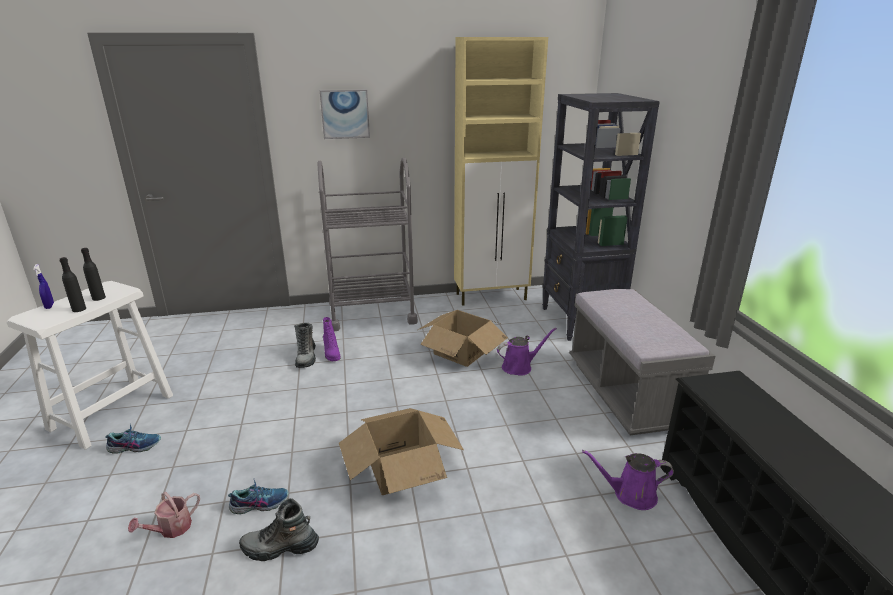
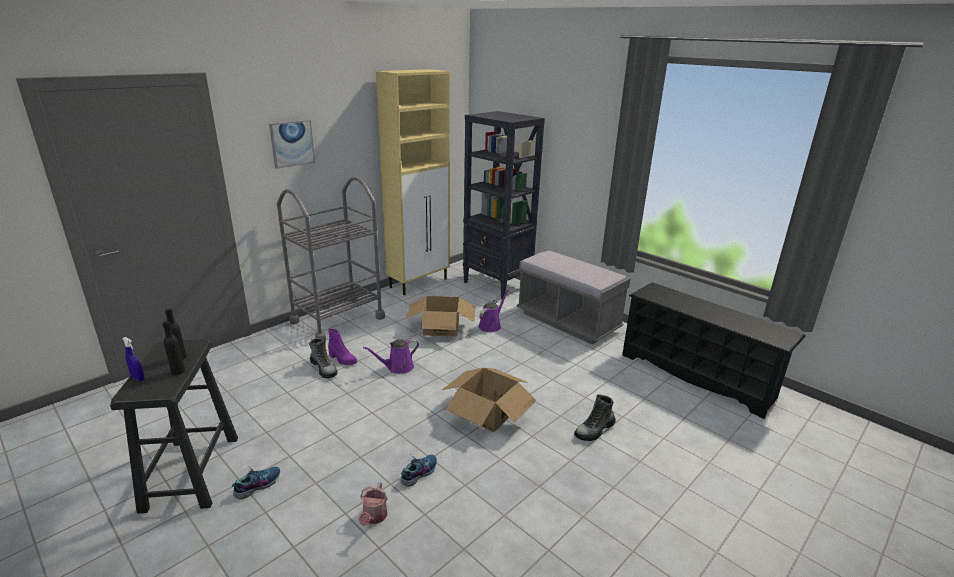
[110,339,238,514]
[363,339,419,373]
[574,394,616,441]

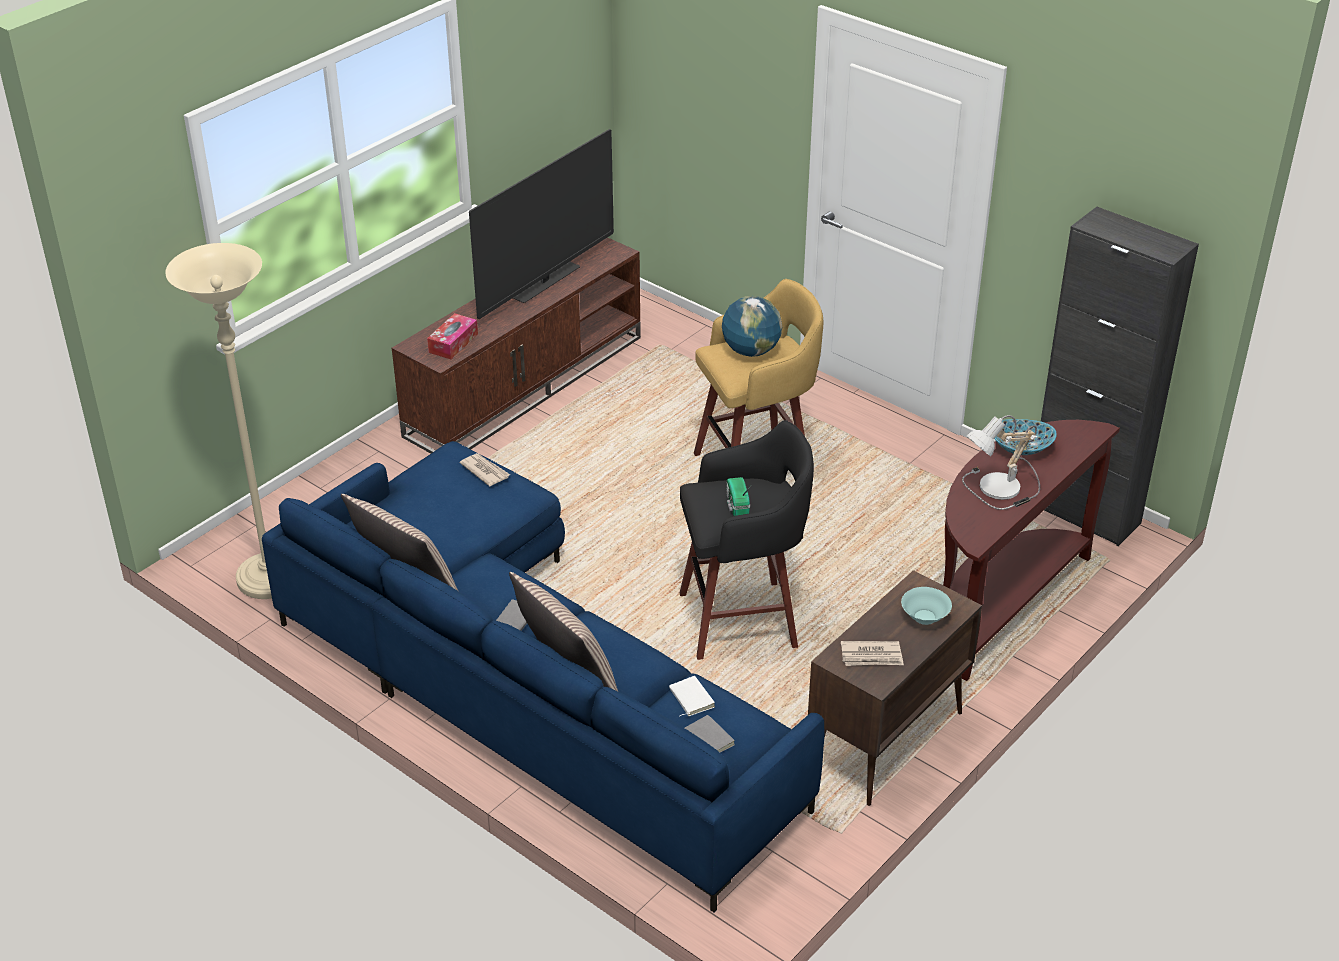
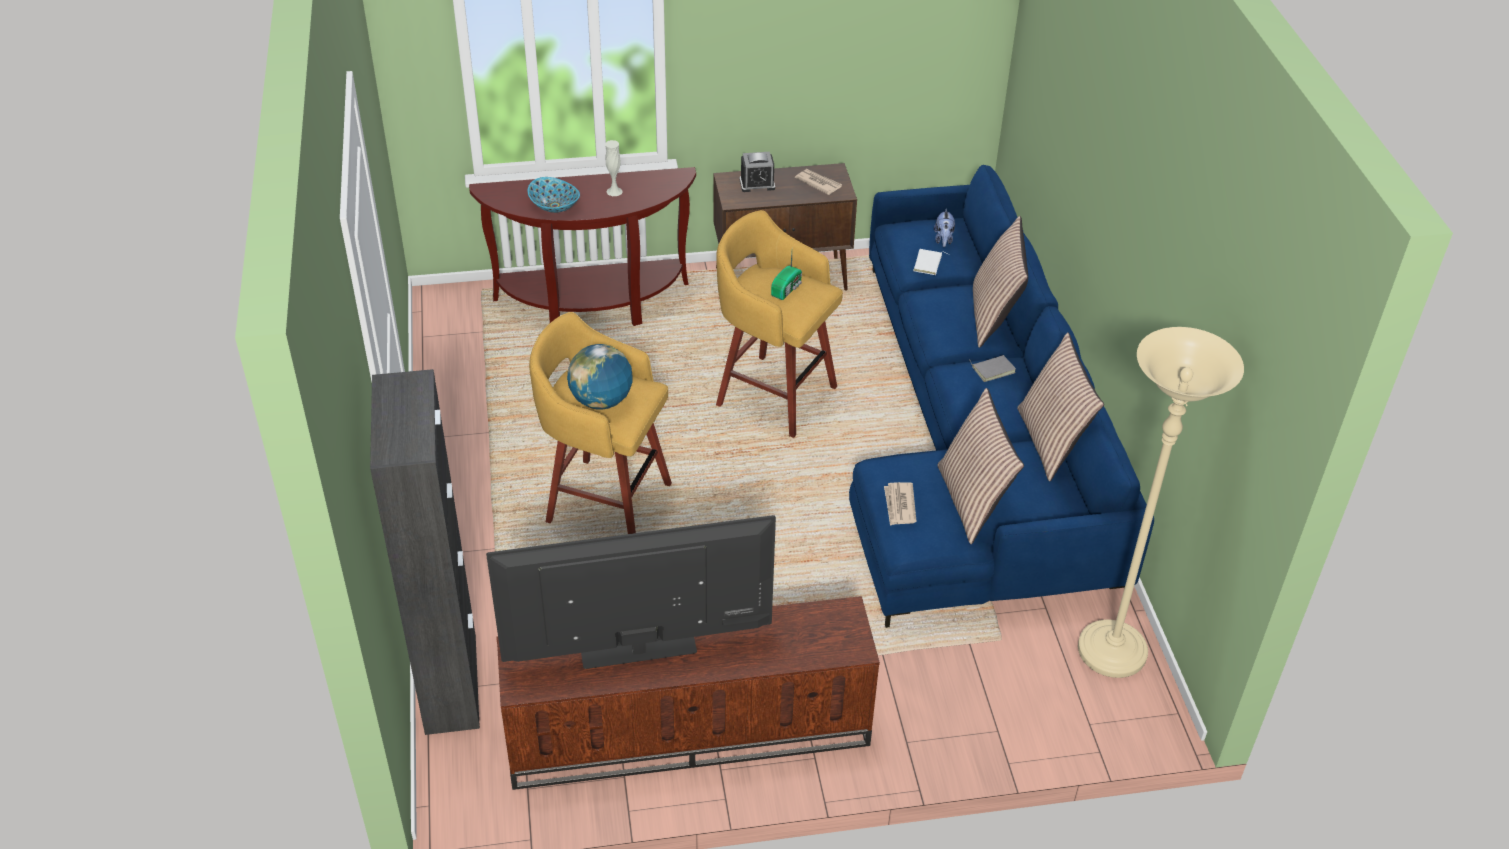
[370,369,480,735]
[605,140,623,196]
[716,210,843,438]
[739,152,775,192]
[934,209,955,247]
[937,388,1024,544]
[427,313,478,359] (first image)

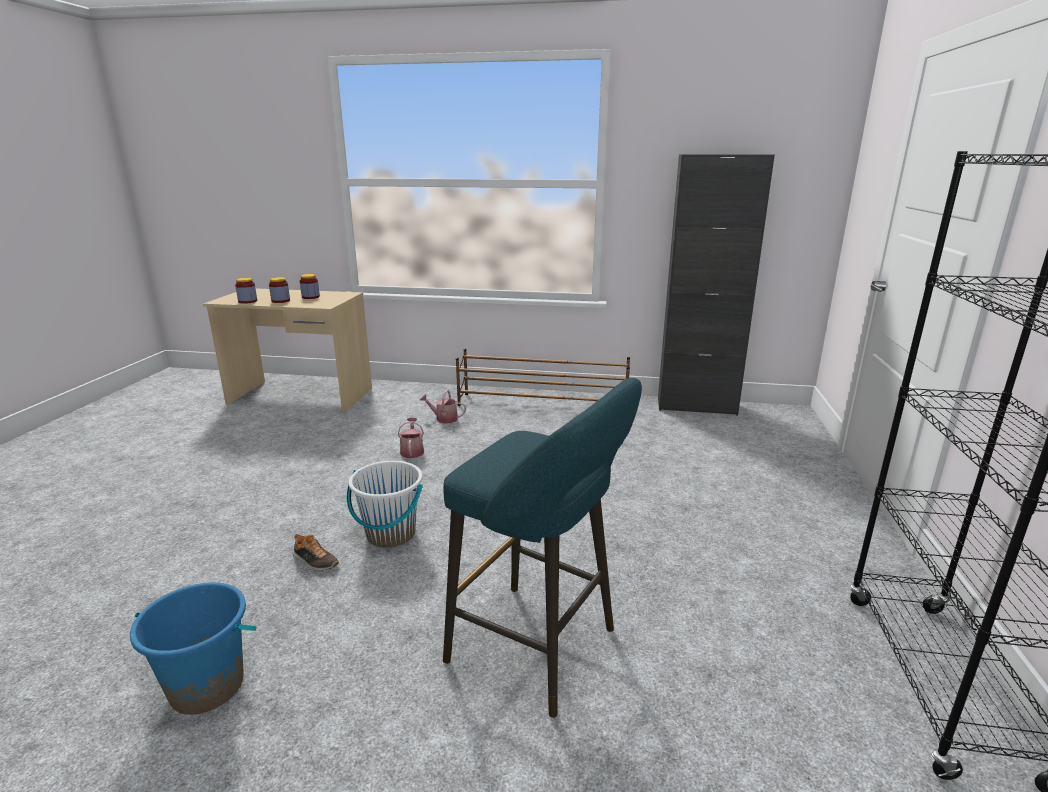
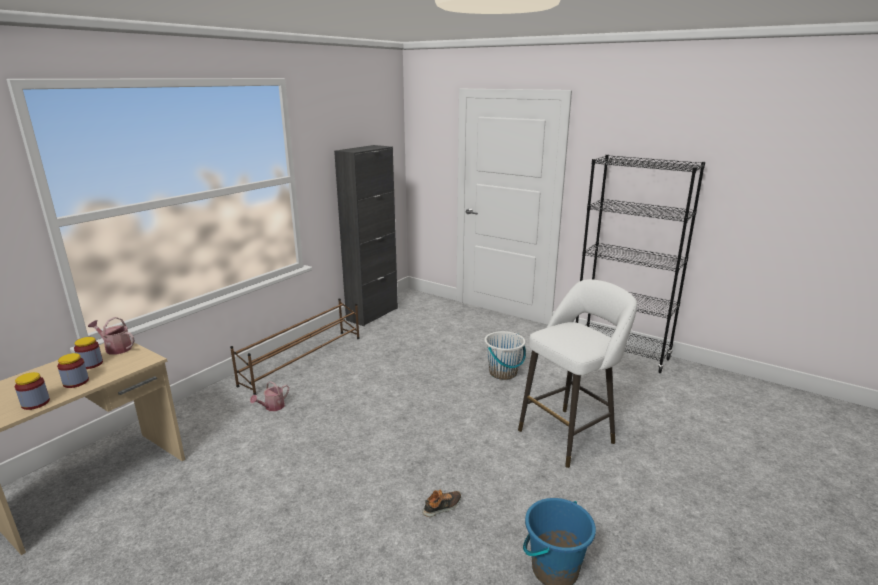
[88,317,135,355]
[484,331,526,380]
[518,279,637,468]

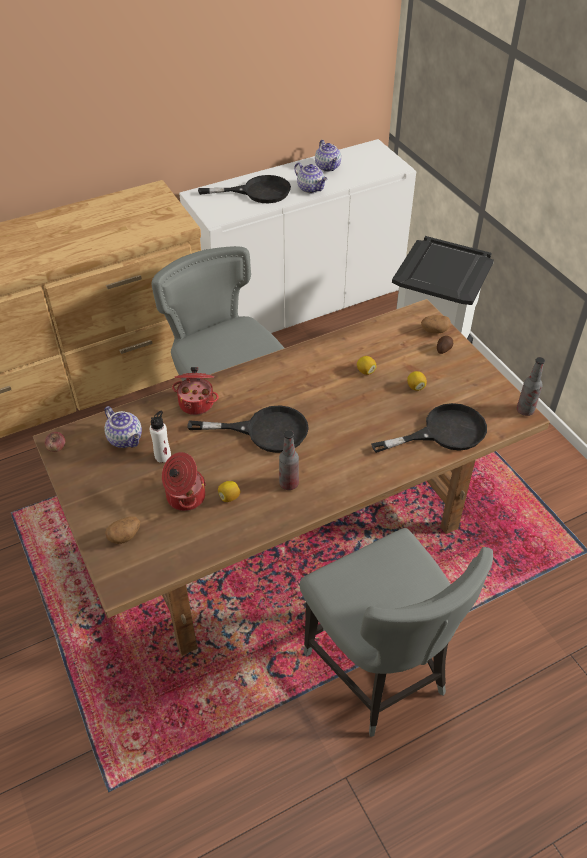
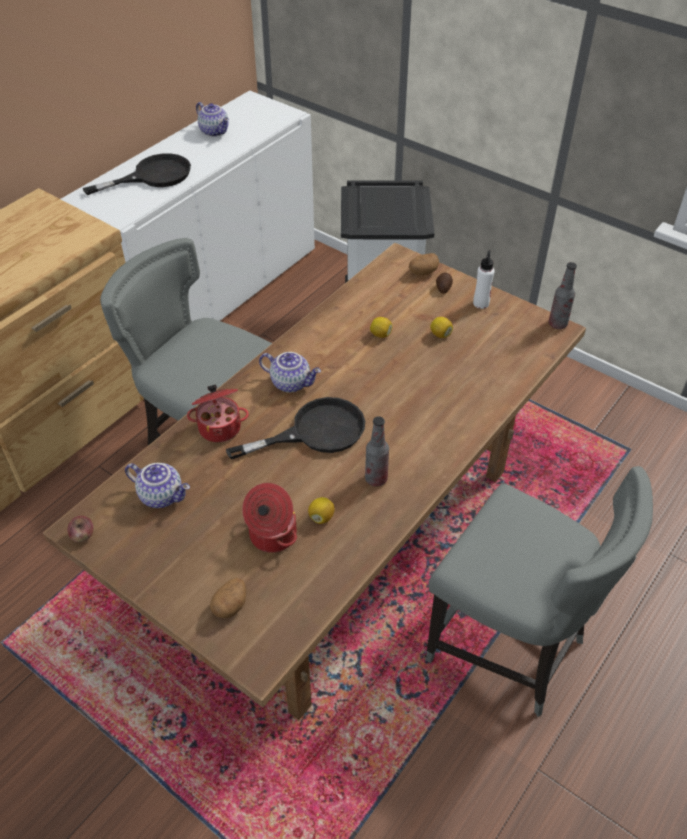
[259,352,321,393]
[473,250,494,309]
[371,403,487,453] (first image)

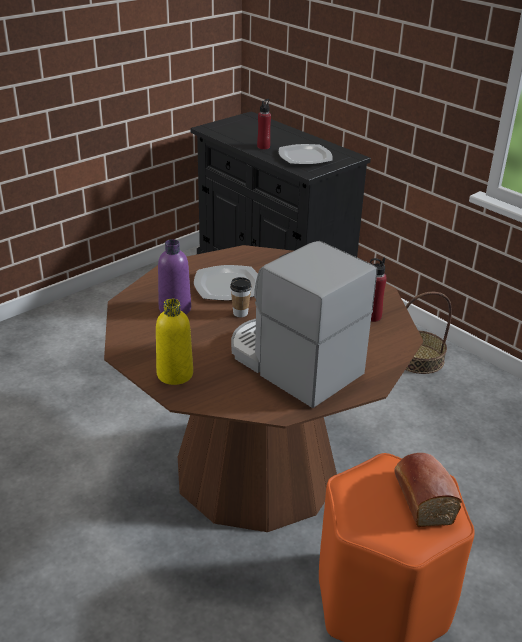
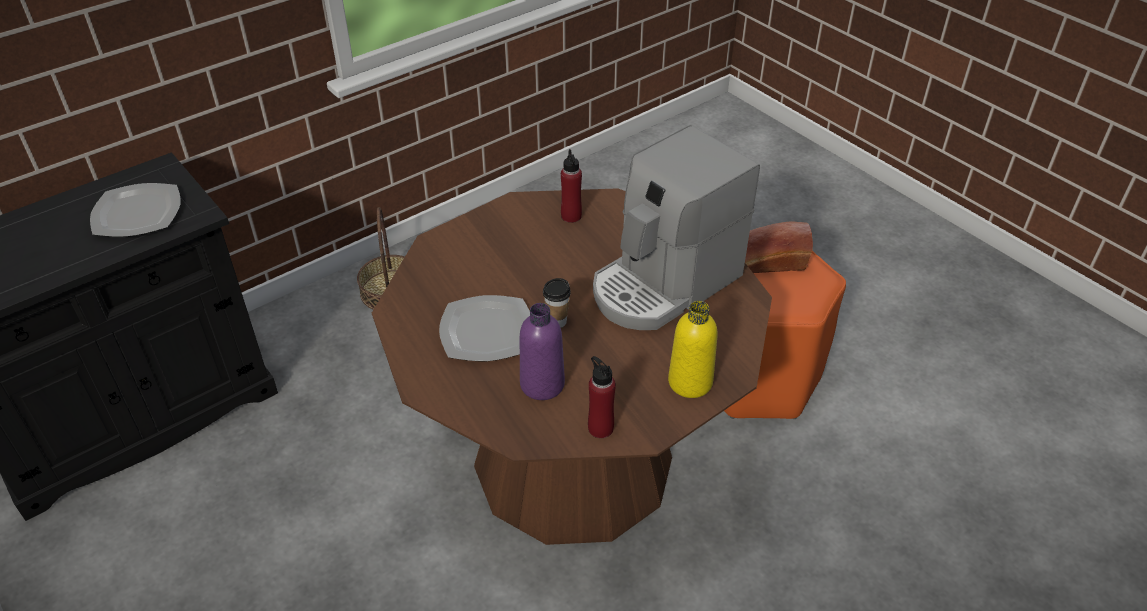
[588,356,616,438]

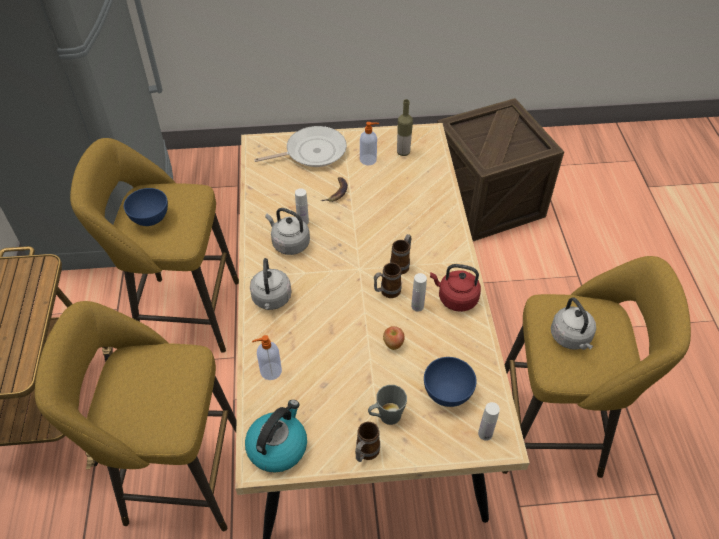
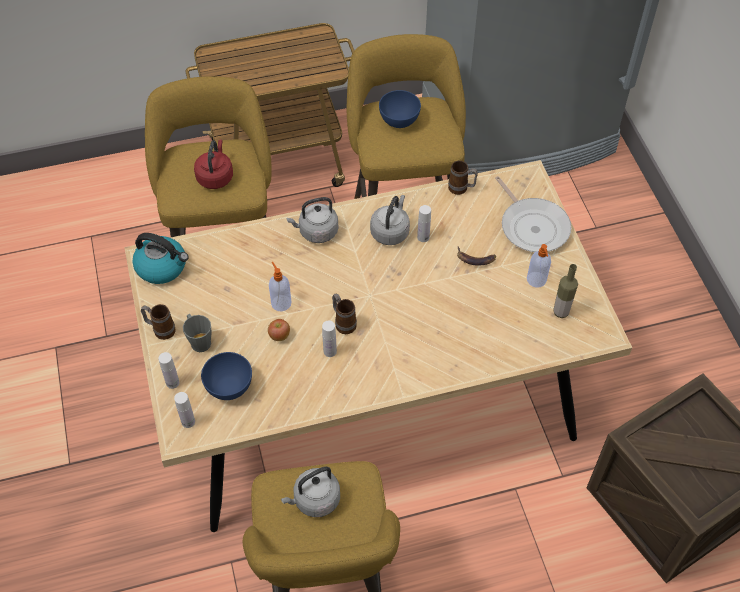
[158,352,179,389]
[194,140,233,189]
[269,262,291,311]
[448,161,478,195]

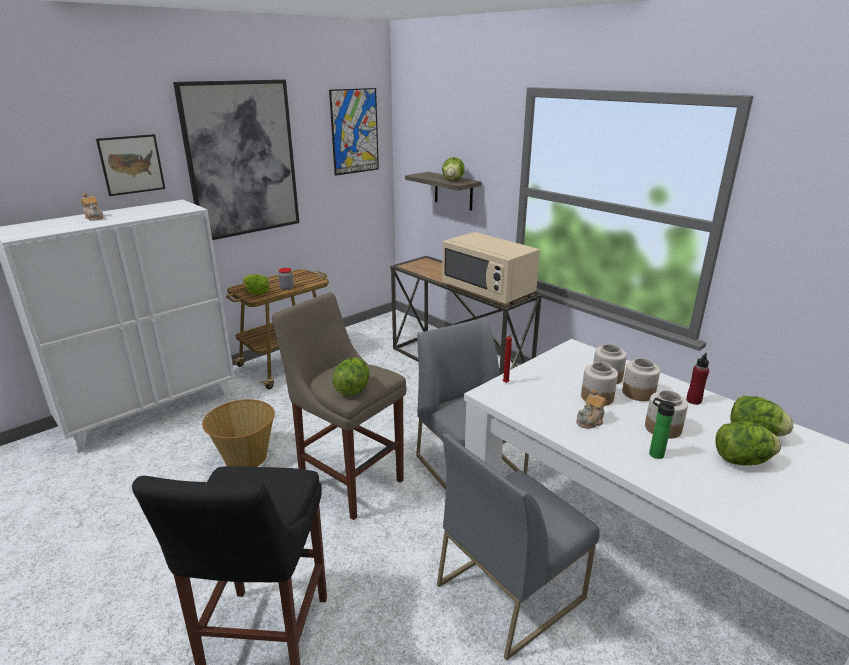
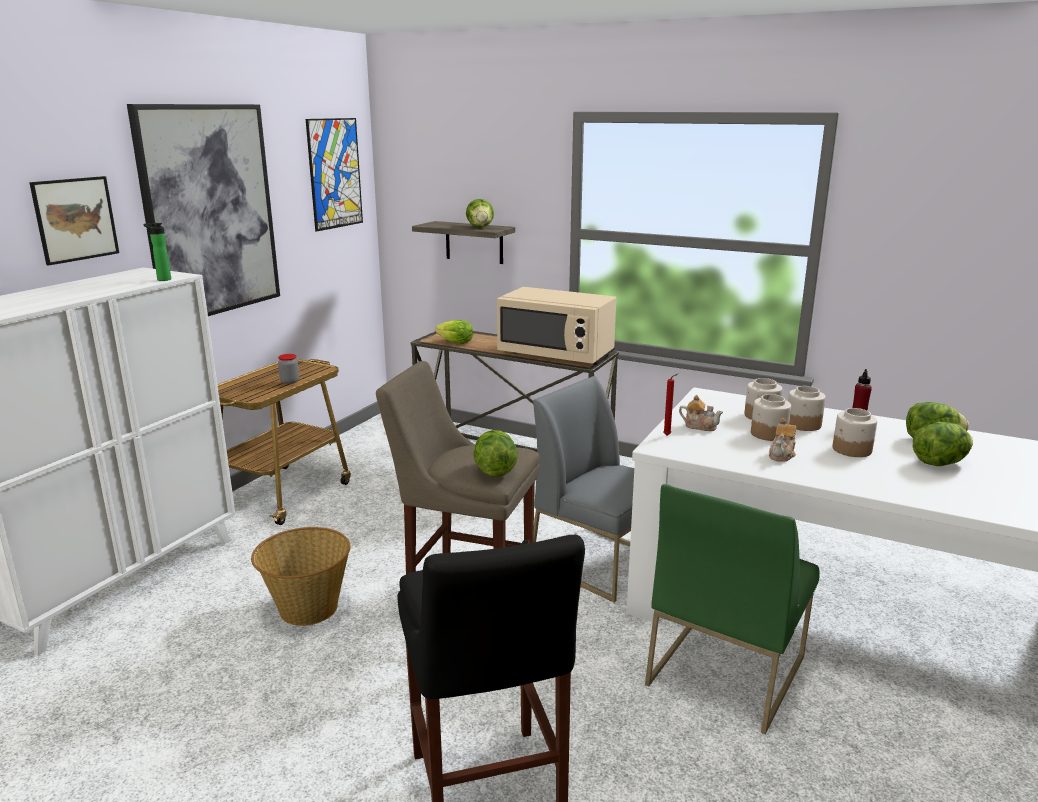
[143,223,171,281]
[435,320,473,344]
[645,484,820,734]
[679,395,723,431]

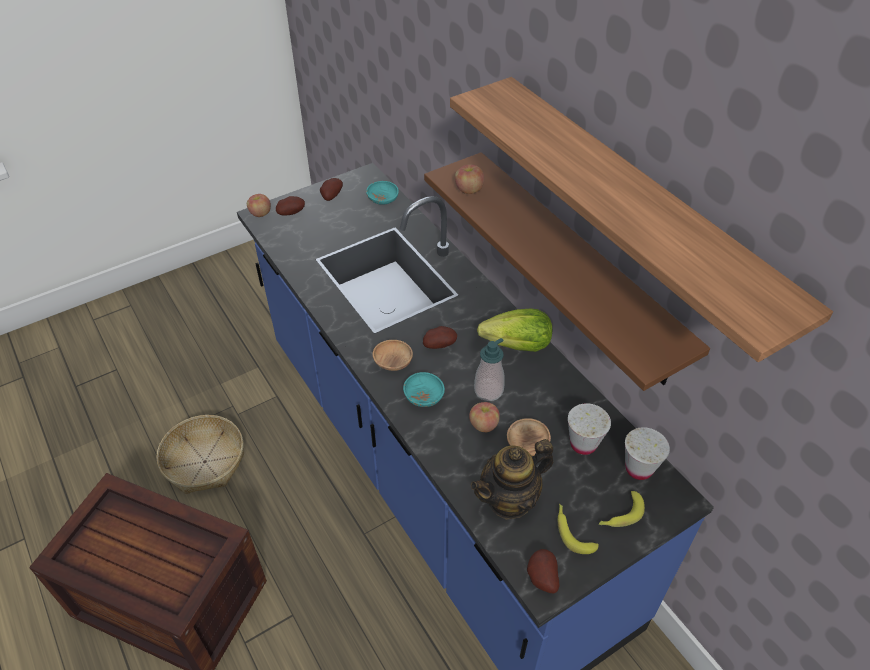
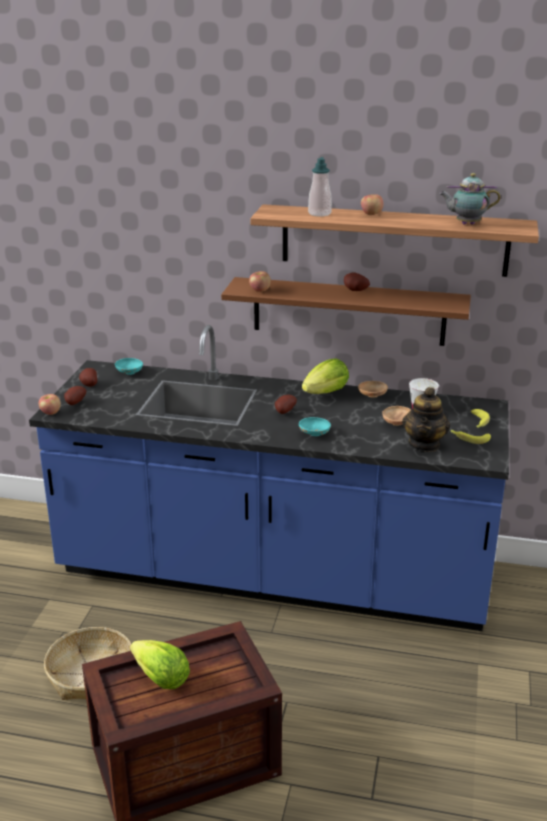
[130,640,190,689]
[308,157,332,216]
[344,272,370,291]
[358,381,388,398]
[361,194,384,215]
[439,173,501,225]
[625,427,670,480] (first image)

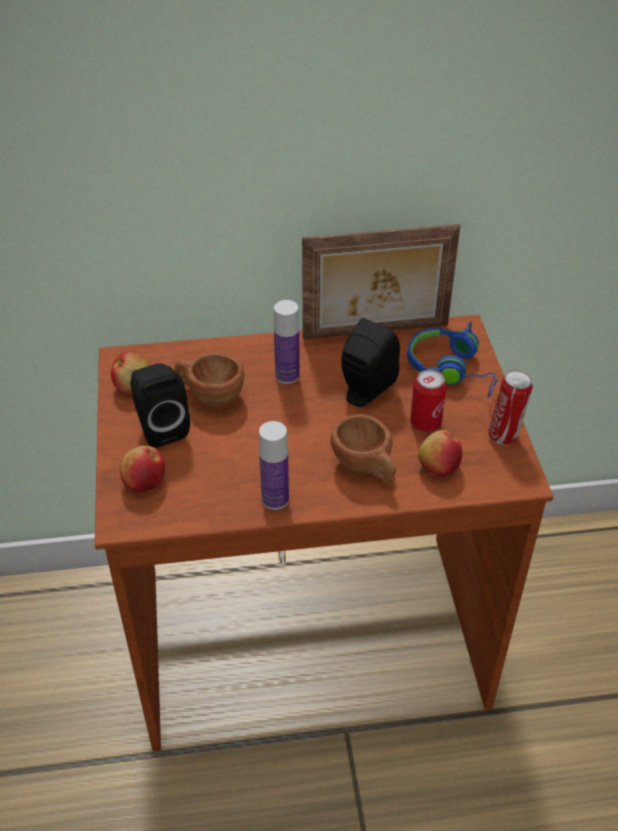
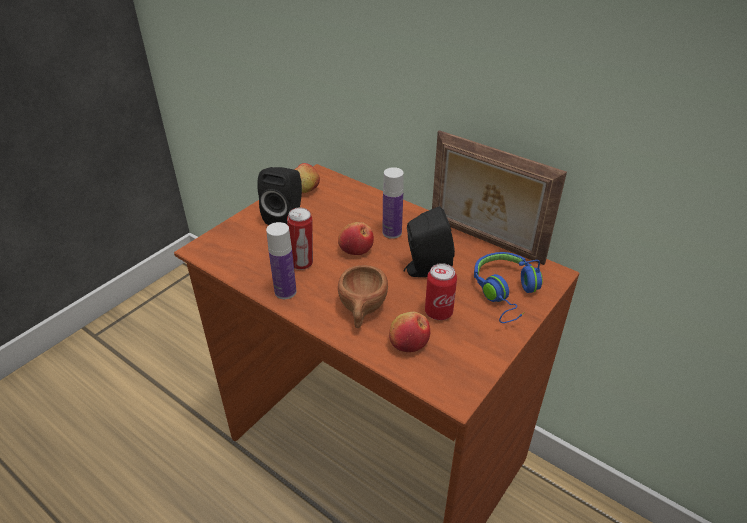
[287,208,313,270]
[338,222,374,255]
[175,353,244,406] (first image)

